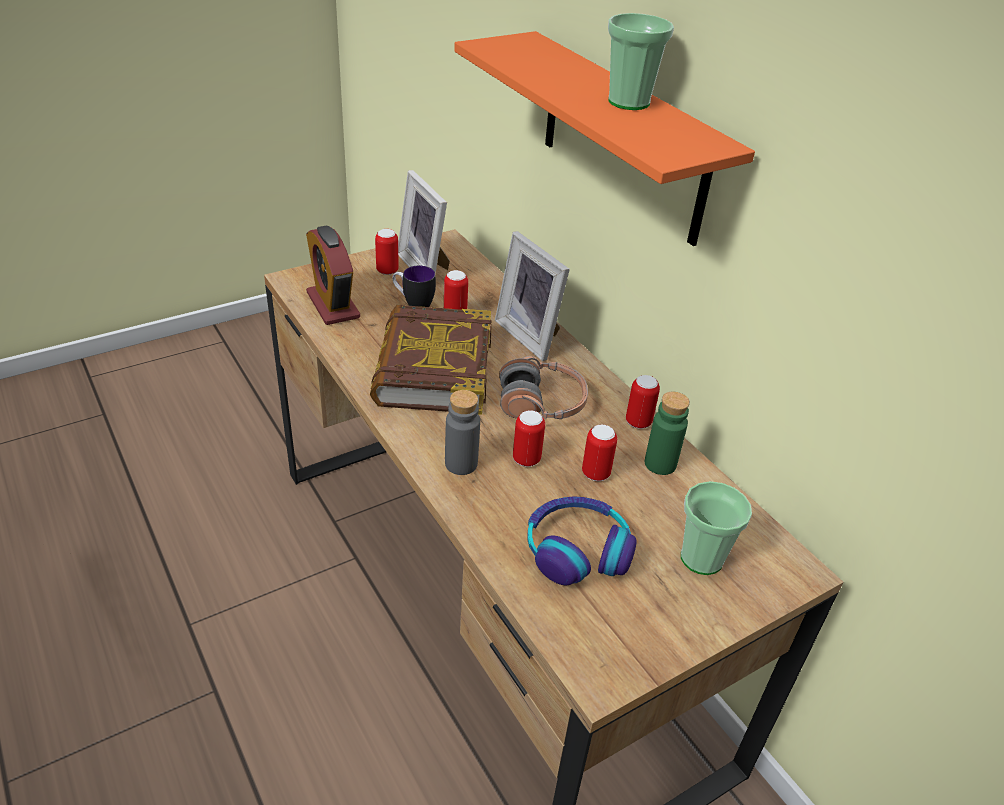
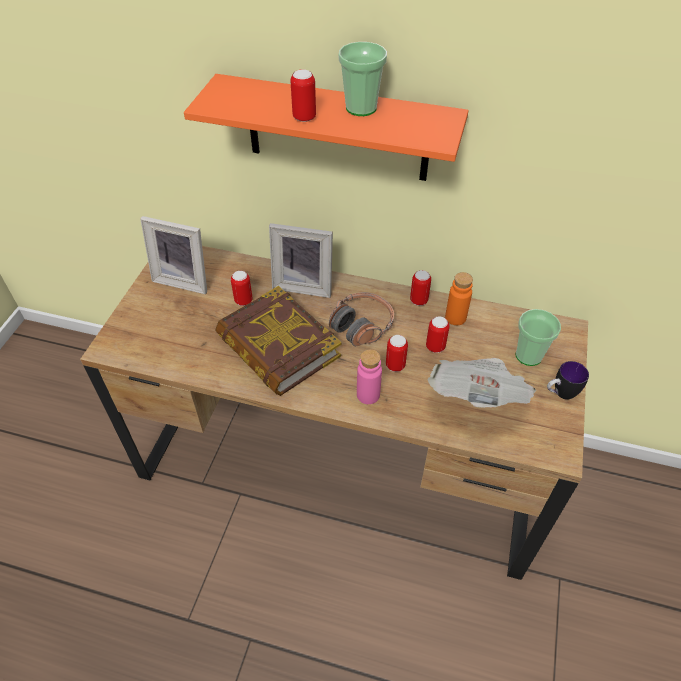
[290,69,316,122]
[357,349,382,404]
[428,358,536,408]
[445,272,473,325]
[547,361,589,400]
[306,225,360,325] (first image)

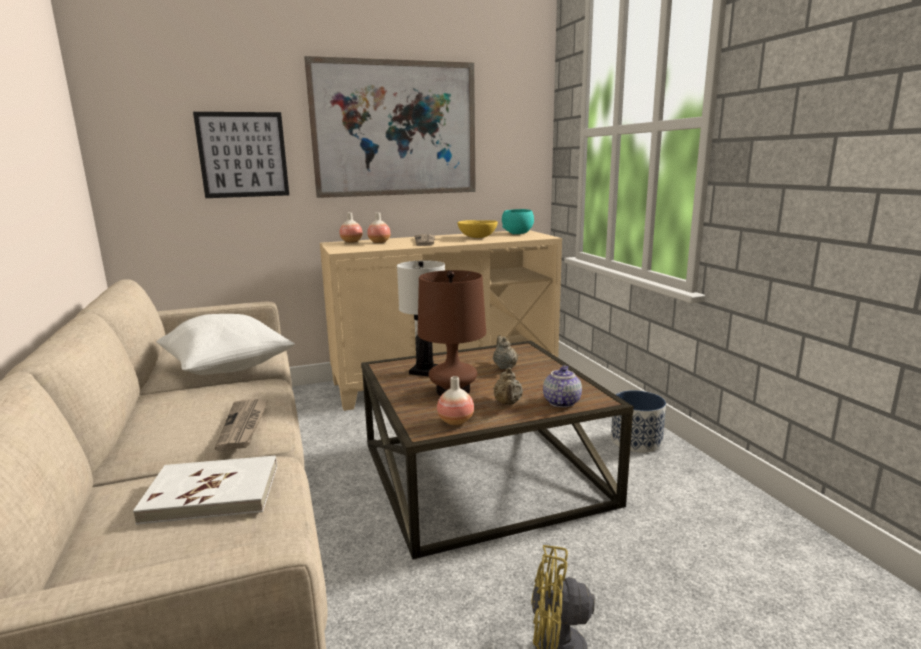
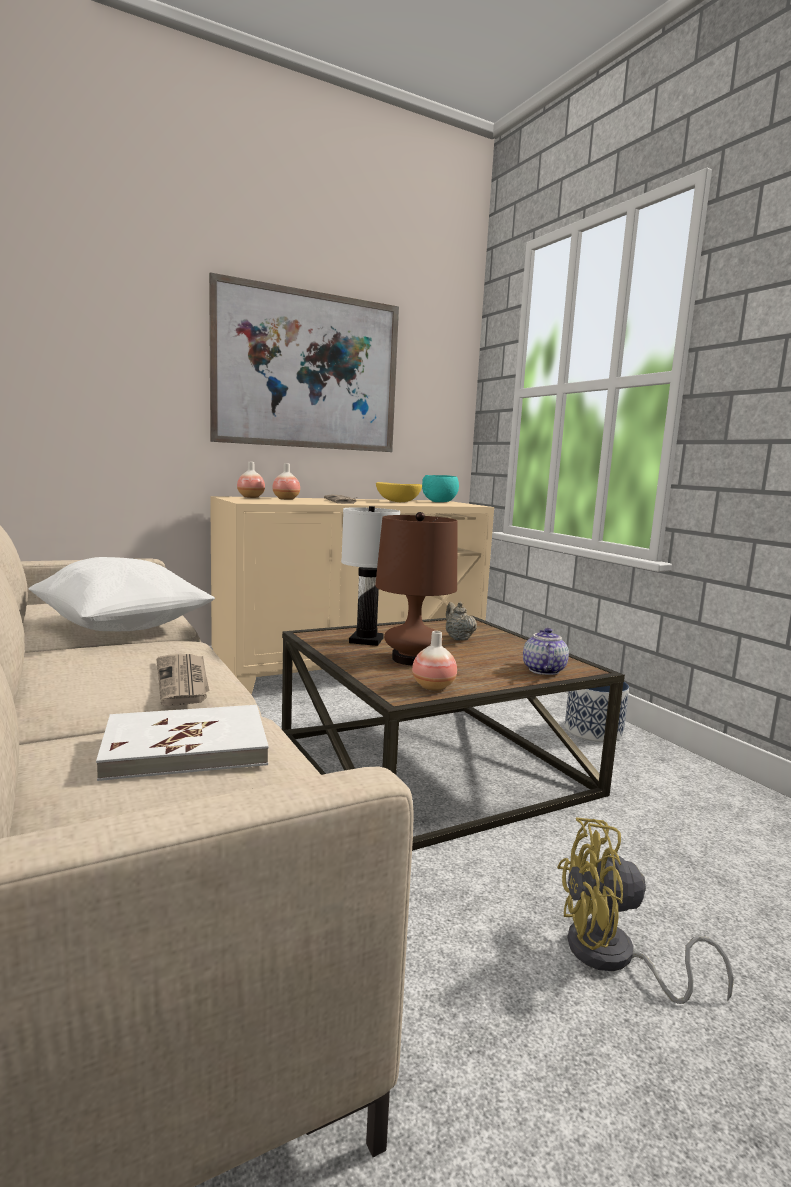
[193,112,289,198] (first image)
[493,368,523,405] (first image)

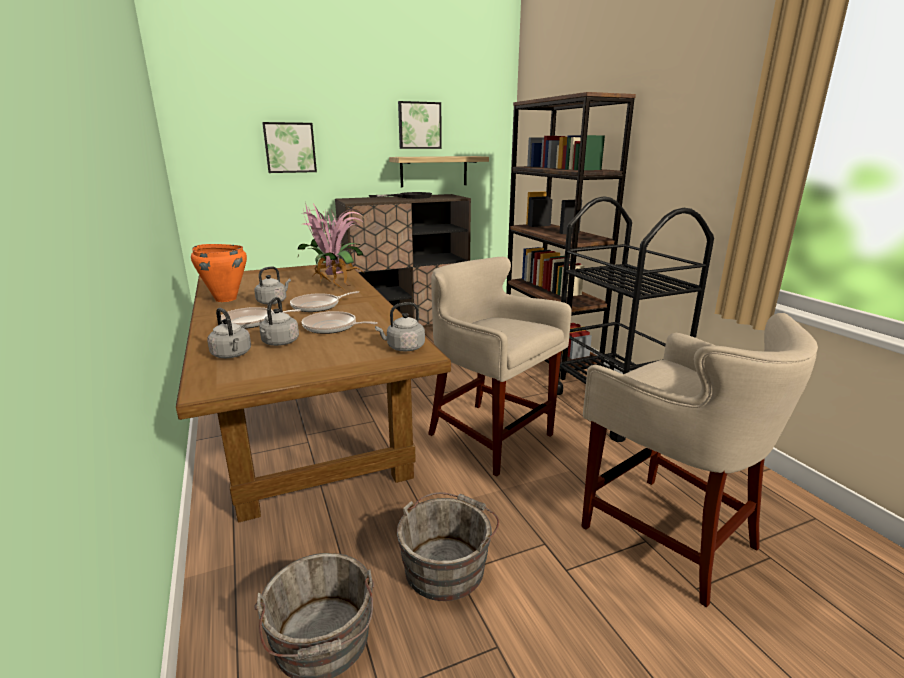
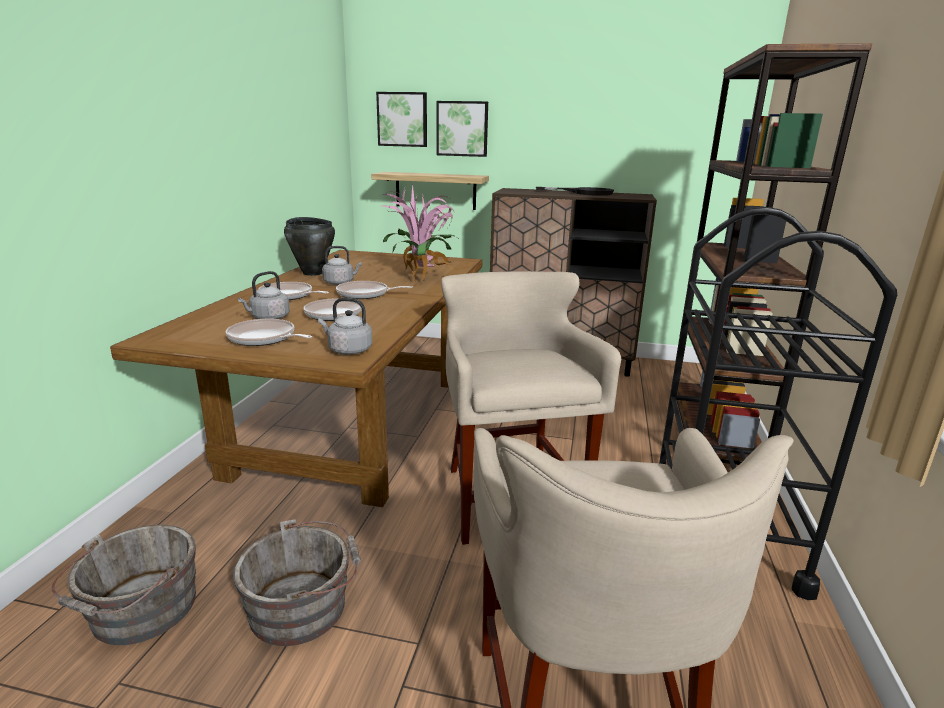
[226,319,312,346]
[284,217,335,276]
[371,172,489,210]
[376,92,427,147]
[207,308,251,358] (first image)

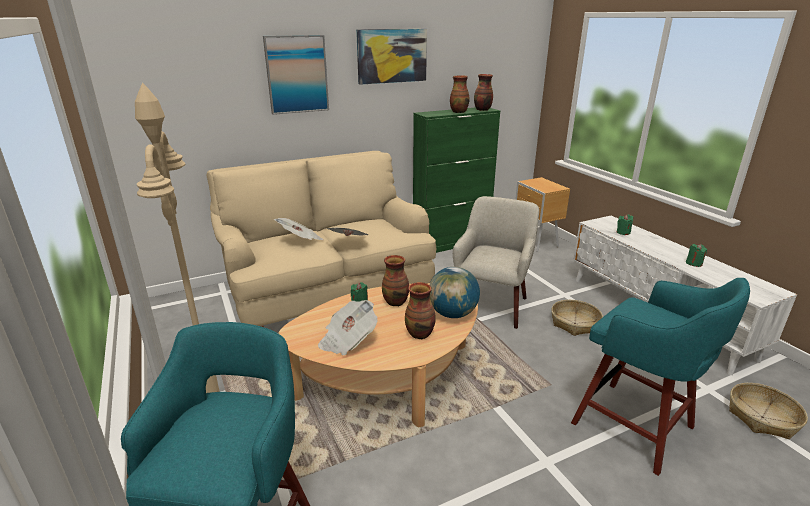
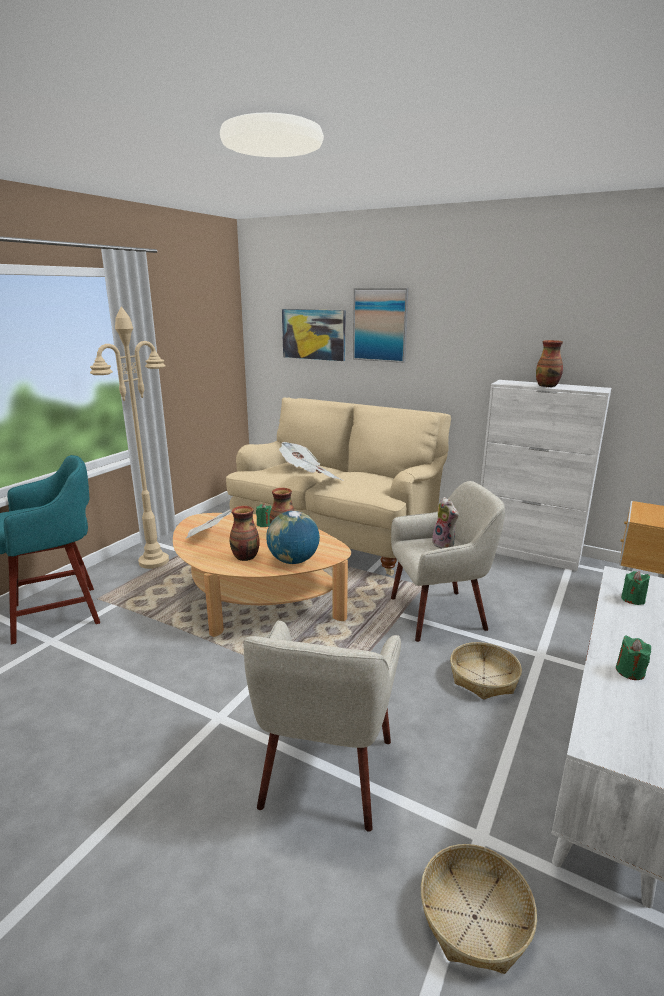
[244,621,401,832]
[282,309,346,361]
[432,497,458,549]
[481,380,611,571]
[474,74,493,111] (first image)

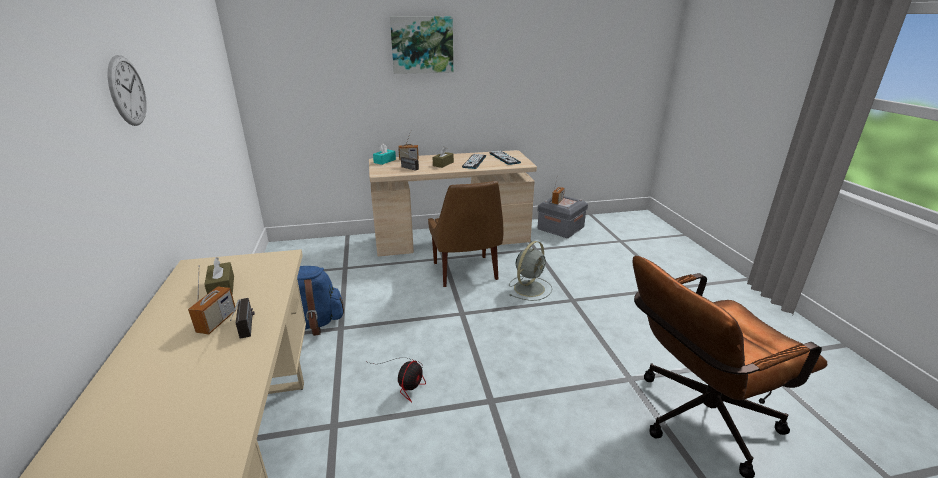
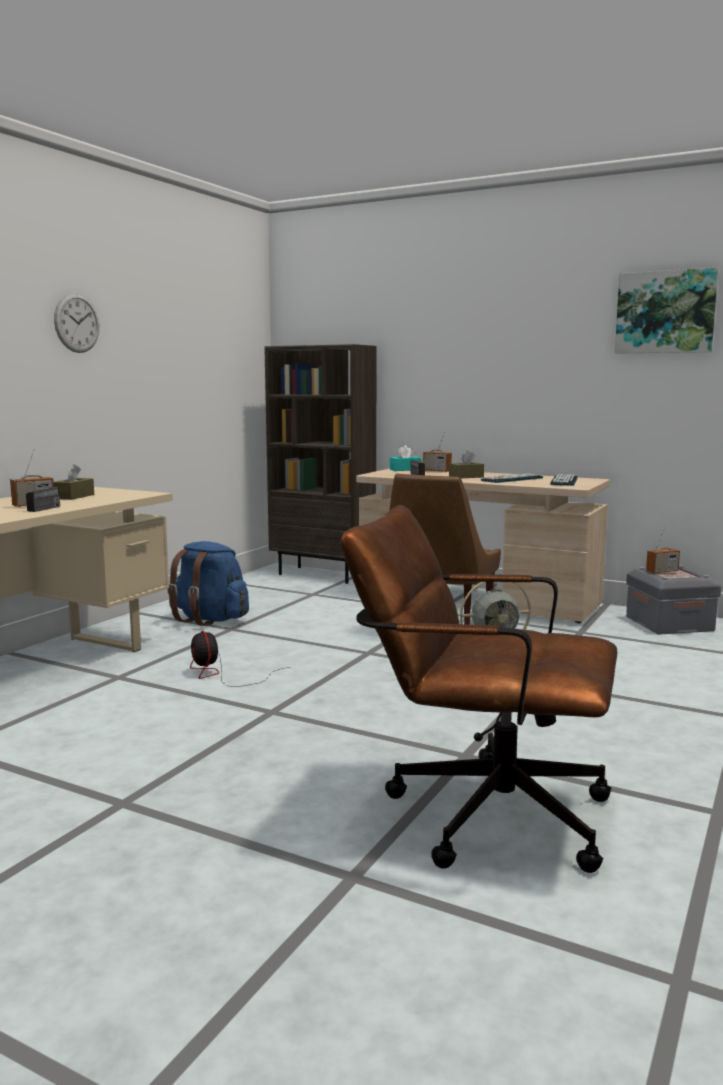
[190,631,290,687]
[264,344,377,584]
[615,268,719,354]

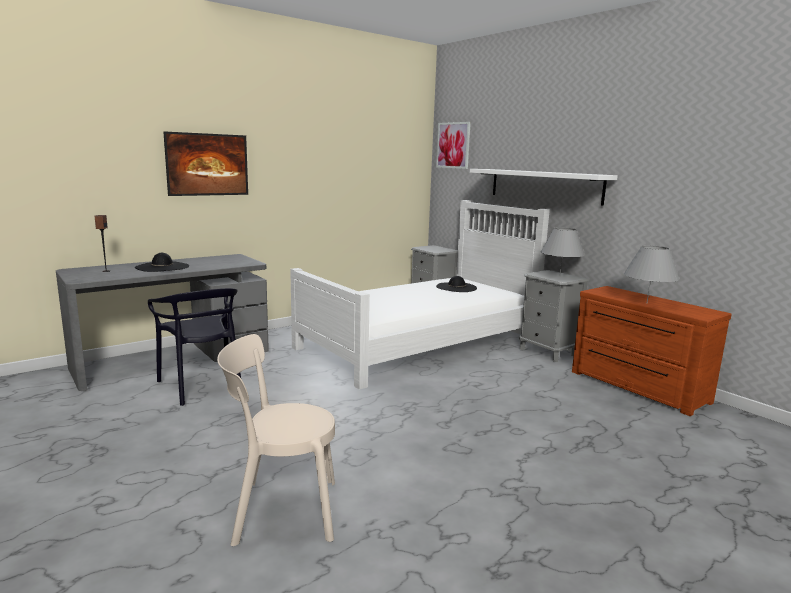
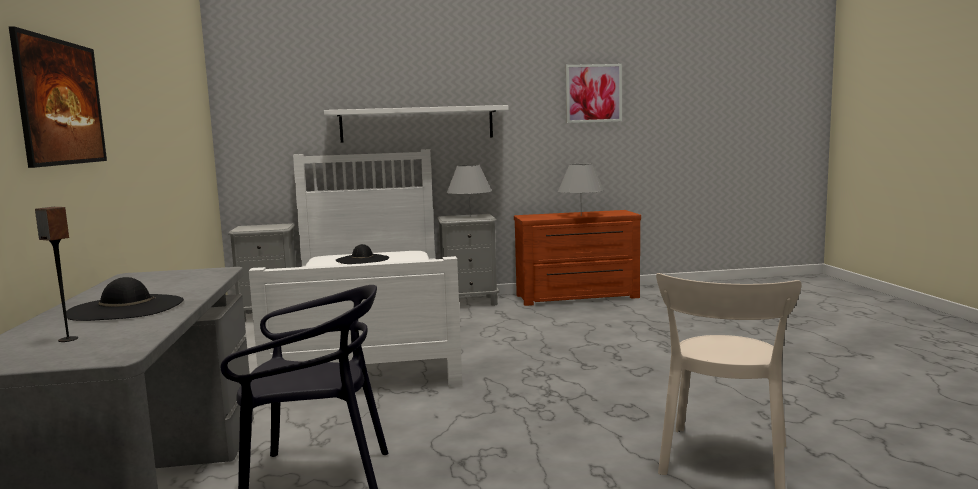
[566,64,622,123]

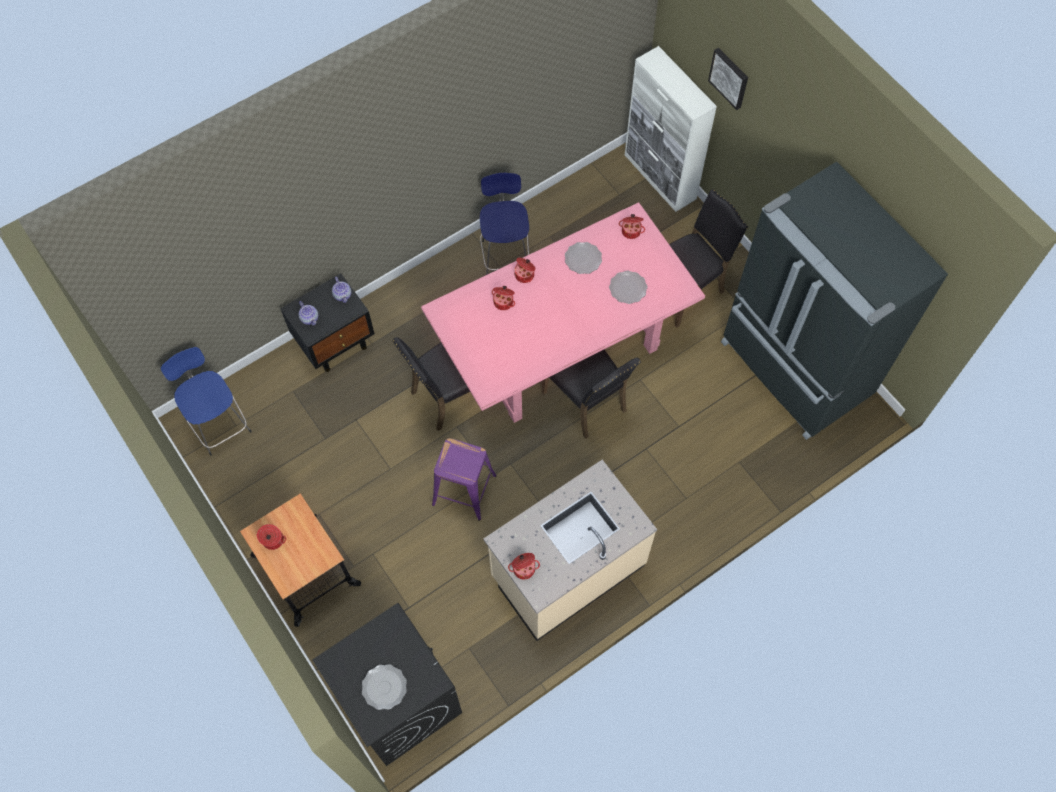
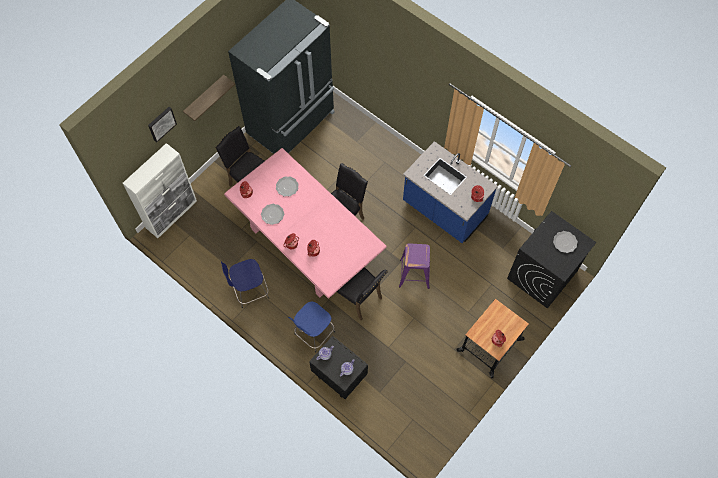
[183,75,235,121]
[288,301,335,353]
[403,141,498,243]

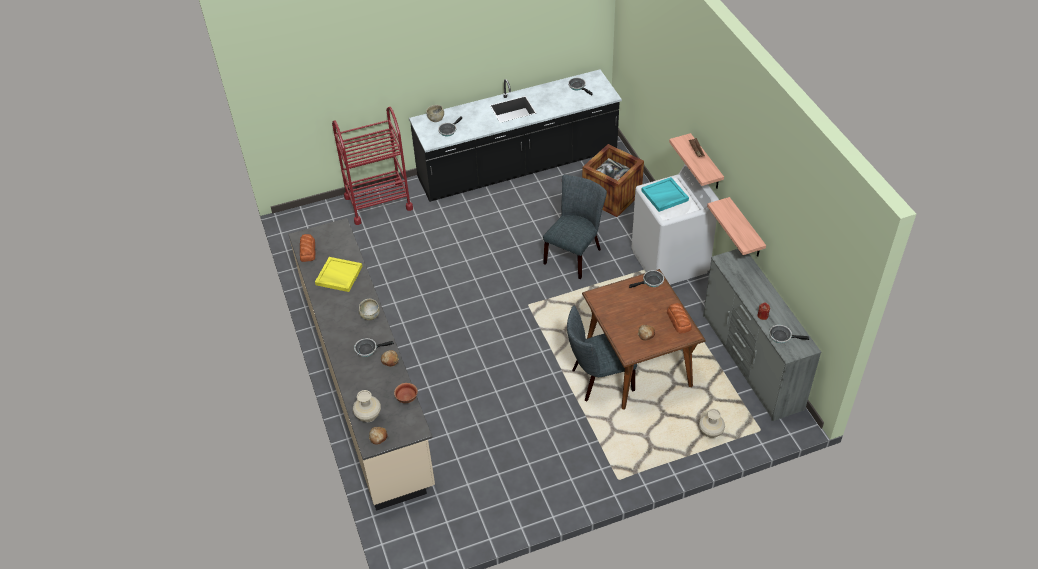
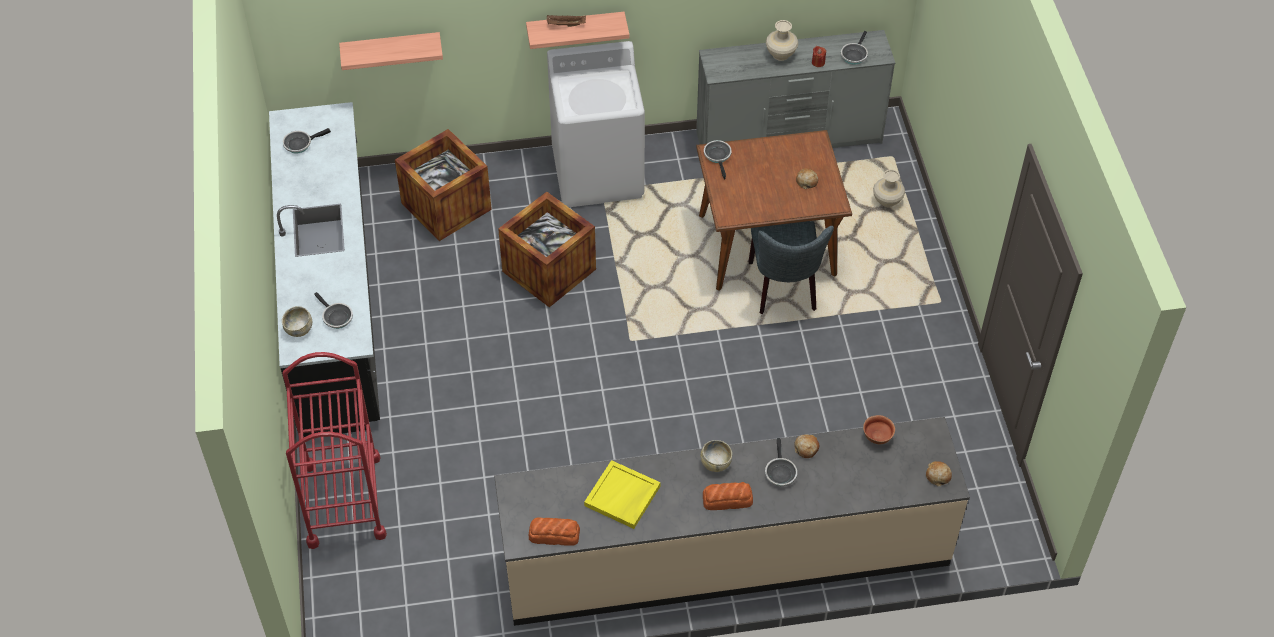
[339,32,443,70]
[498,191,596,307]
[703,482,753,510]
[766,20,798,61]
[641,177,689,212] (first image)

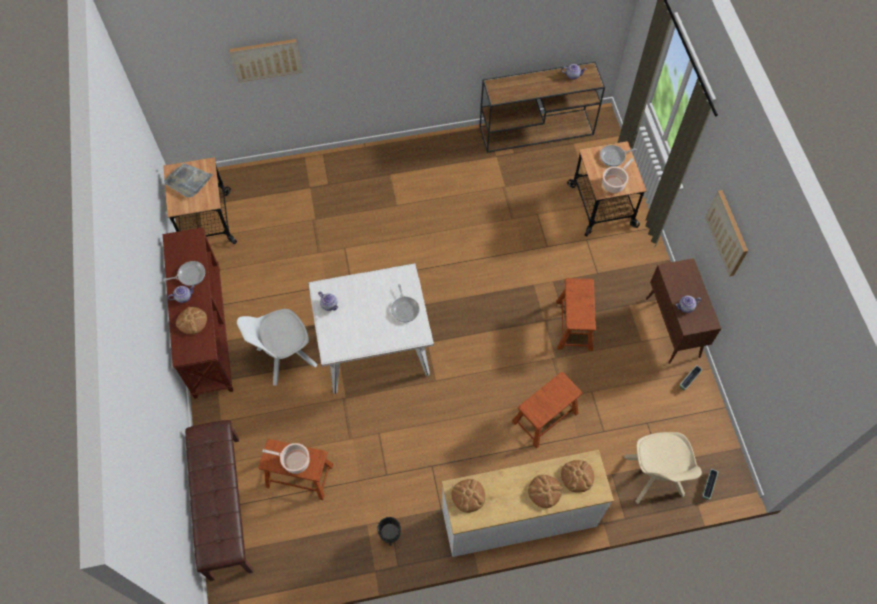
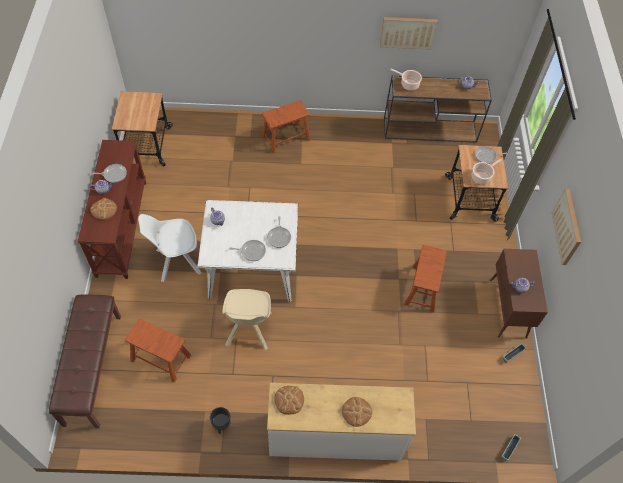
[222,289,272,350]
[229,240,266,261]
[262,101,310,154]
[380,17,438,50]
[390,69,422,90]
[164,163,213,197] (first image)
[561,460,594,493] (first image)

